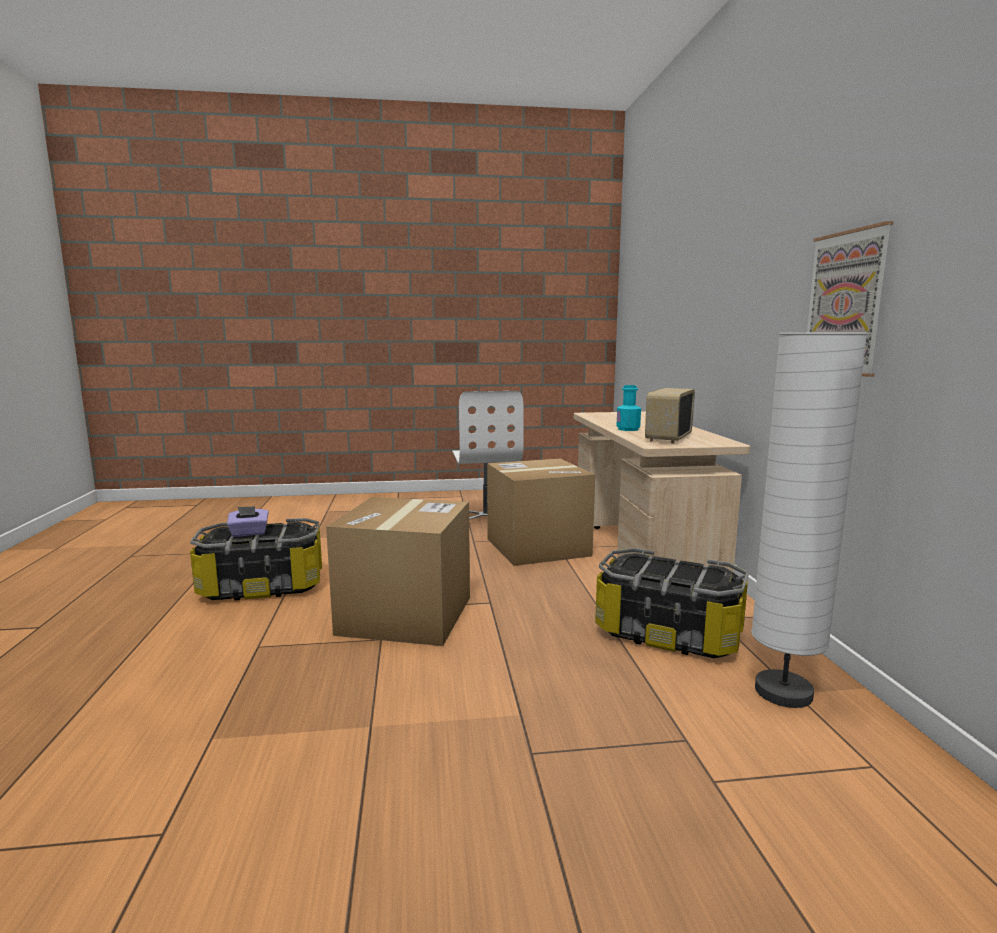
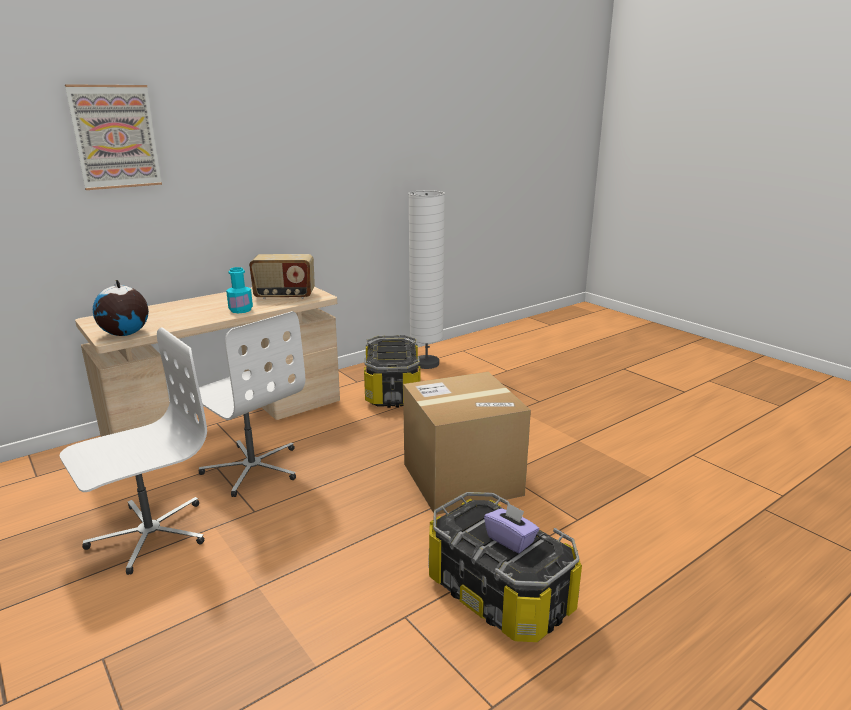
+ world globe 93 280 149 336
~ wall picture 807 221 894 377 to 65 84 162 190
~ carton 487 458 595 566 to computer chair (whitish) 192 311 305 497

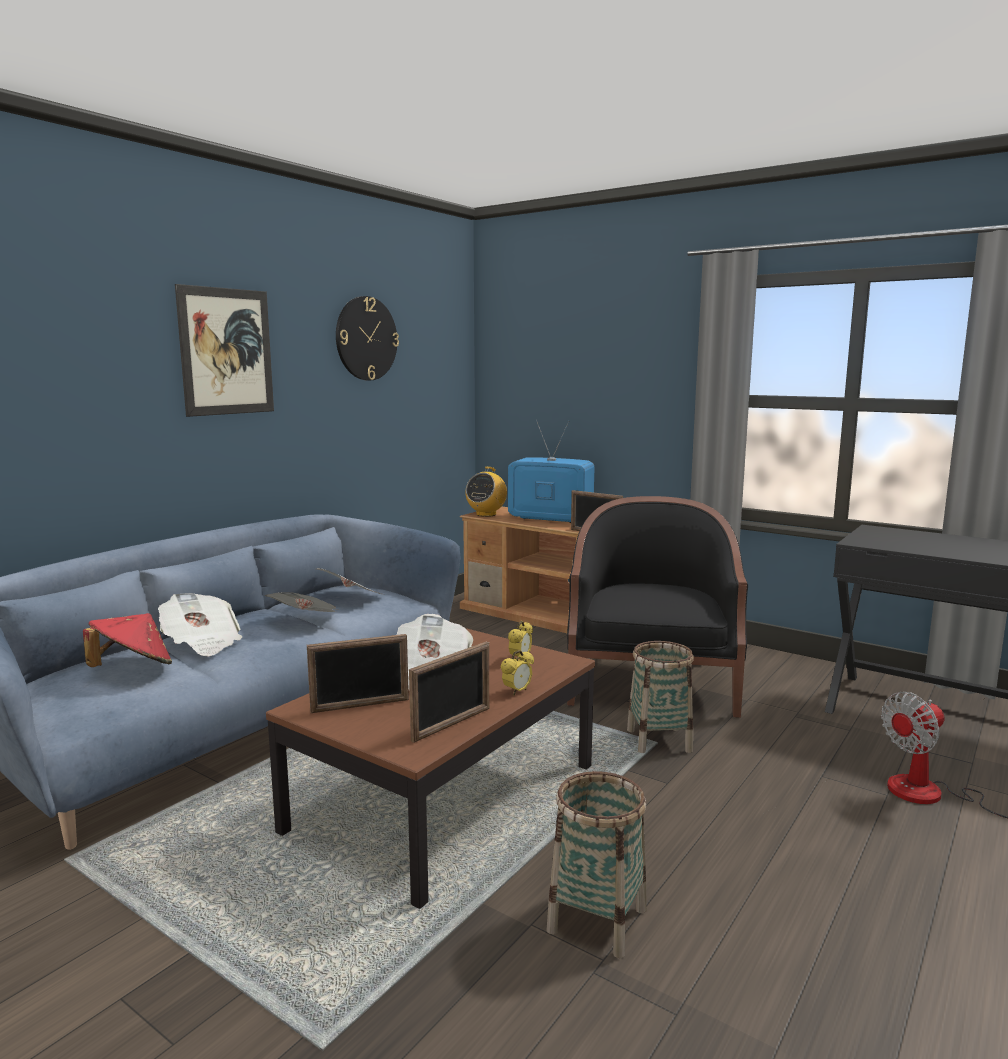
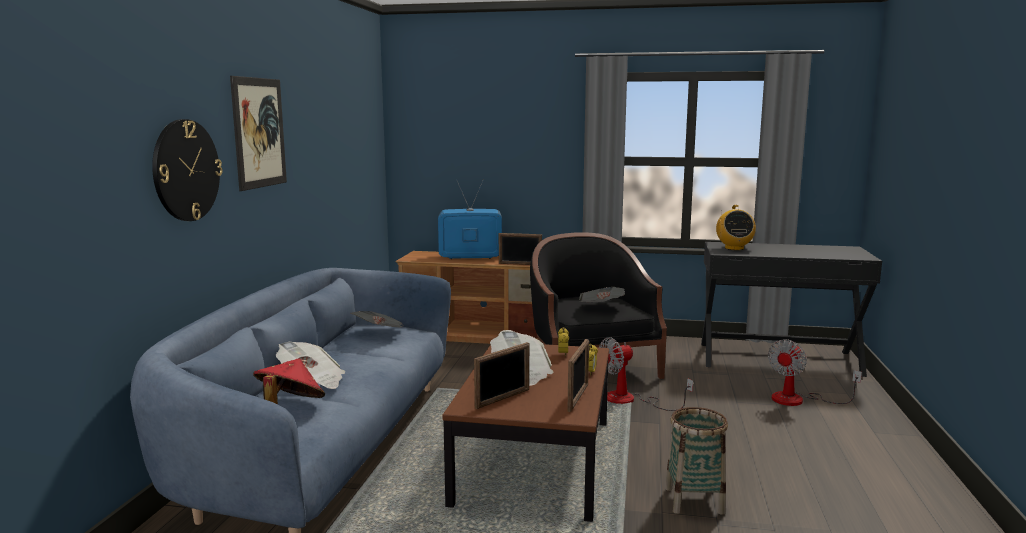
~ printed paper 265 592 338 612 to 579 287 625 302
~ clock on the wall 336 296 399 380 to 152 119 222 221
~ radio set 465 467 507 517 to 716 205 756 250
~ basket 627 641 694 753 to electric fan 599 337 693 411

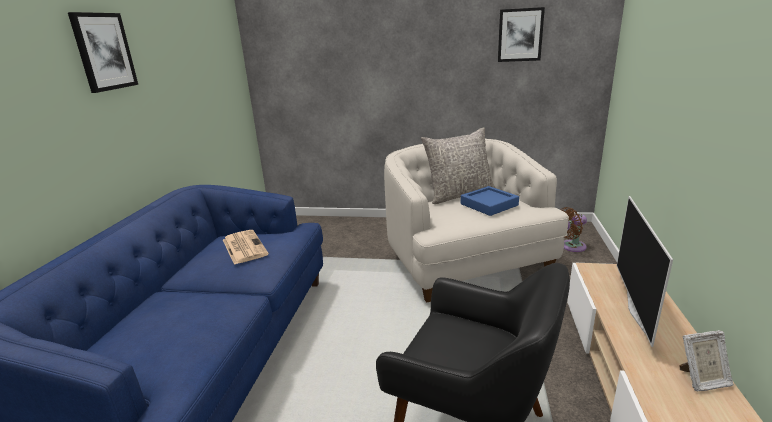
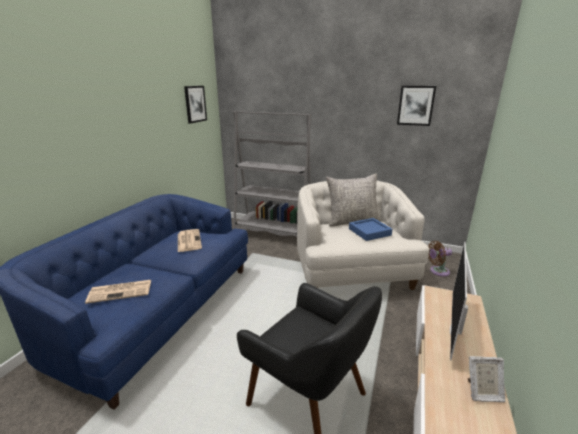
+ printed paper 85 280 151 304
+ bookcase (gray) 233 111 311 237
~ wall picture 68 12 138 93 to 184 86 207 124

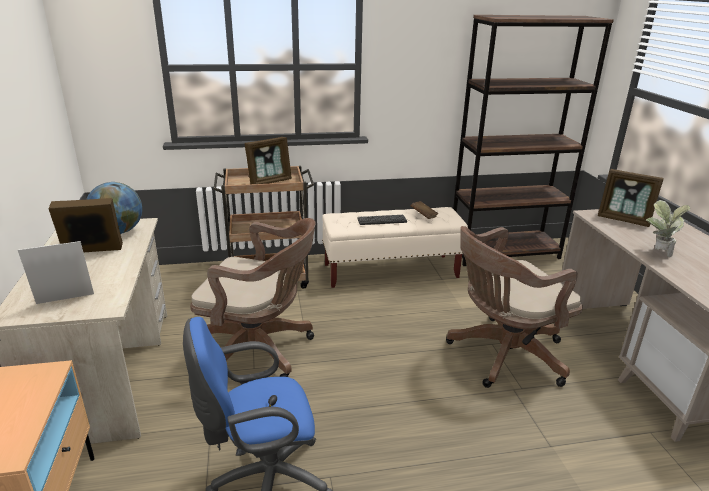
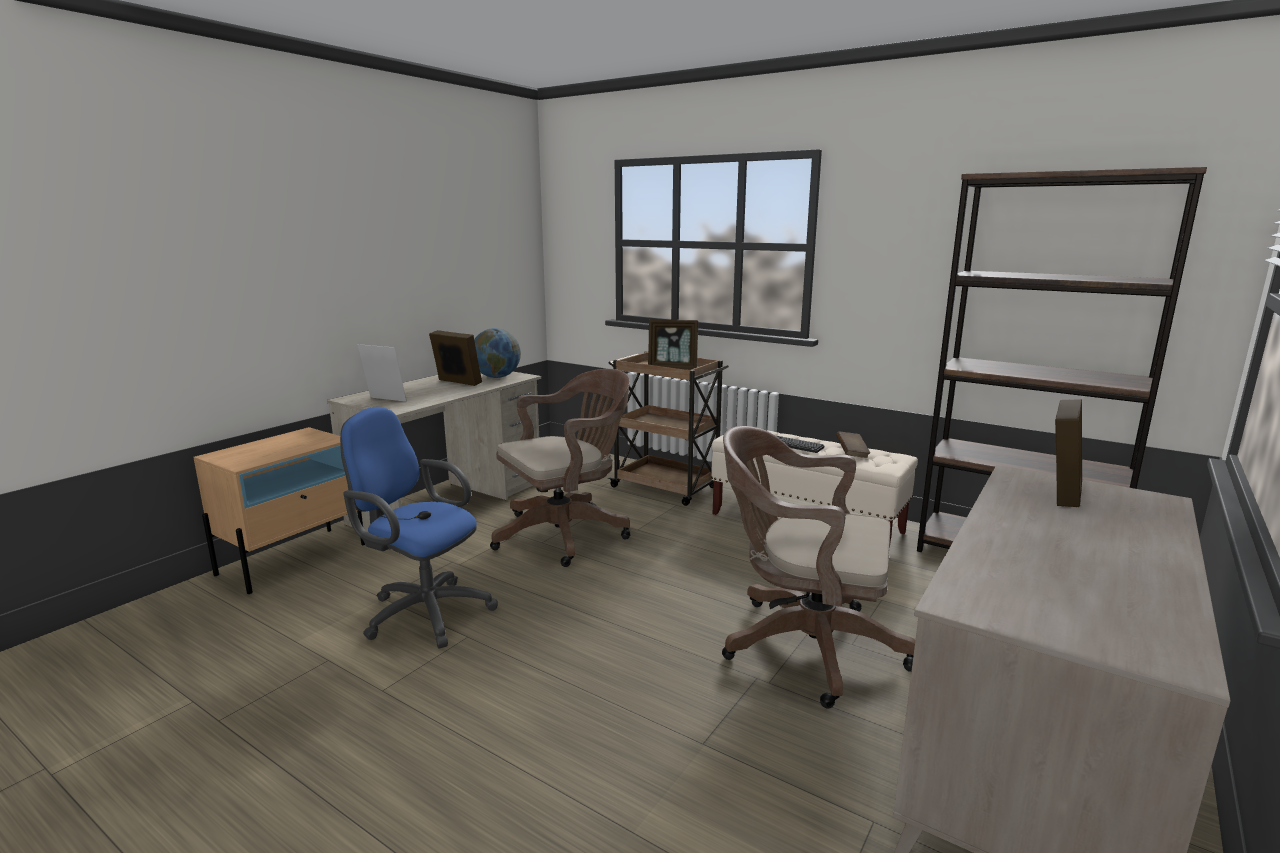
- plant in a pot 646 200 690 257
~ computer chair (brown) 190 218 315 377 = 490 369 630 567 90 degrees counterclockwise
~ standing frame 598 169 664 227 = 1055 399 1082 507 135 degrees counterclockwise

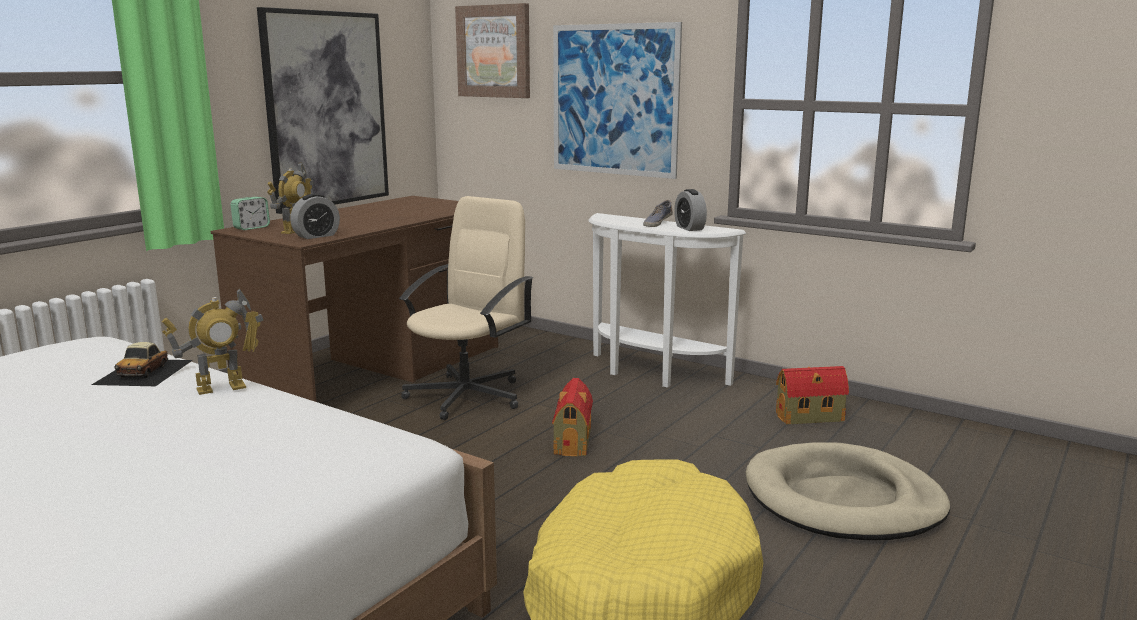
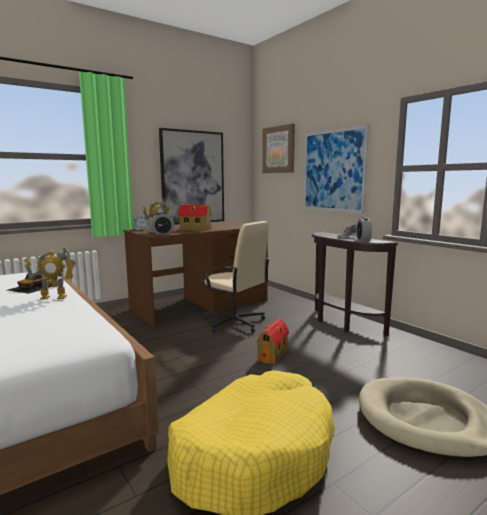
~ model house 776 366 849 424 to 178 205 211 231
~ console table (whitish) 588 213 747 388 to console table (brown) 311 232 398 336
~ computer chair (sand-coloured) 399 196 534 420 = 202 221 270 333 75 degrees clockwise

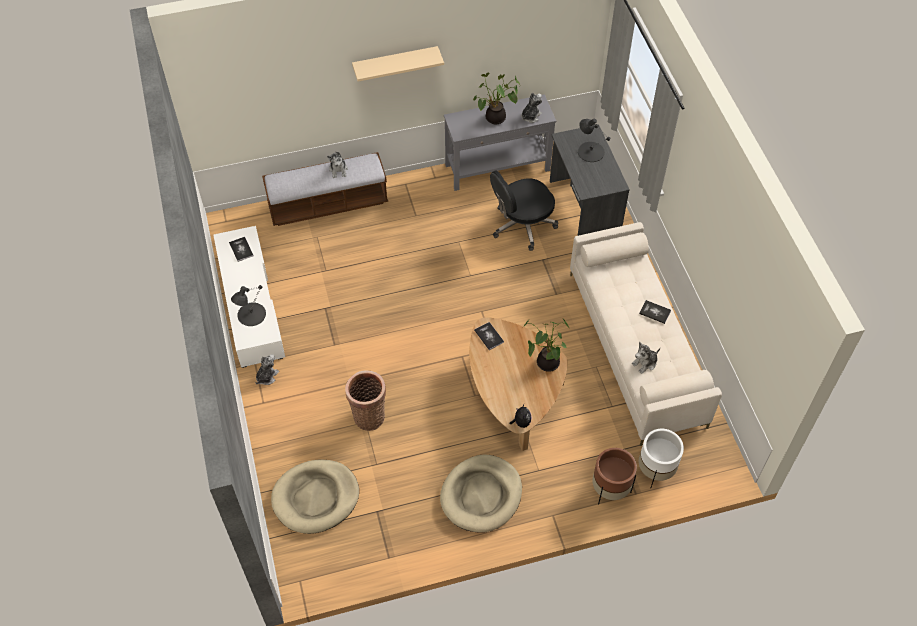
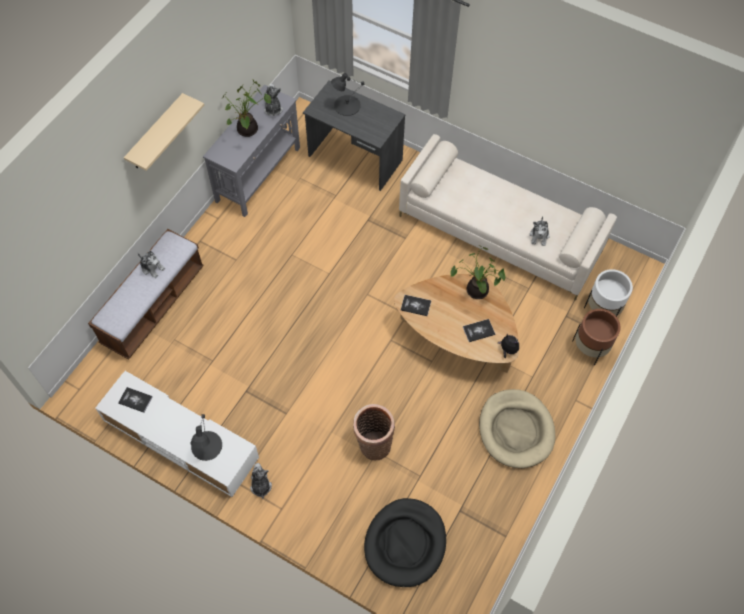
- computer chair (black-coloured) 490 170 558 251
~ volume 639 300 671 324 to 463 319 495 342
~ dog cushion (sand-coloured) 271 460 359 534 to dog cushion (black-coloured) 364 498 446 587

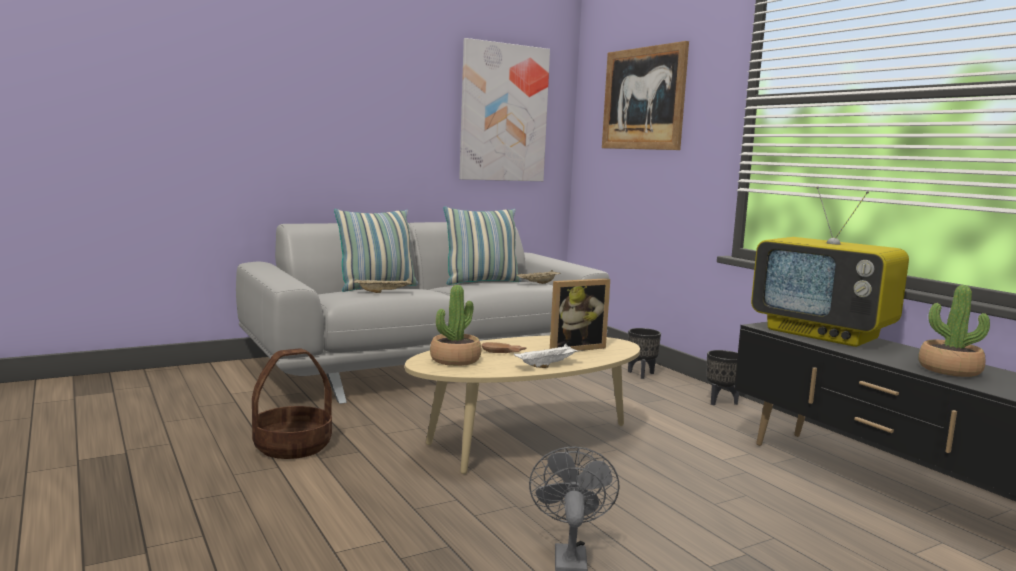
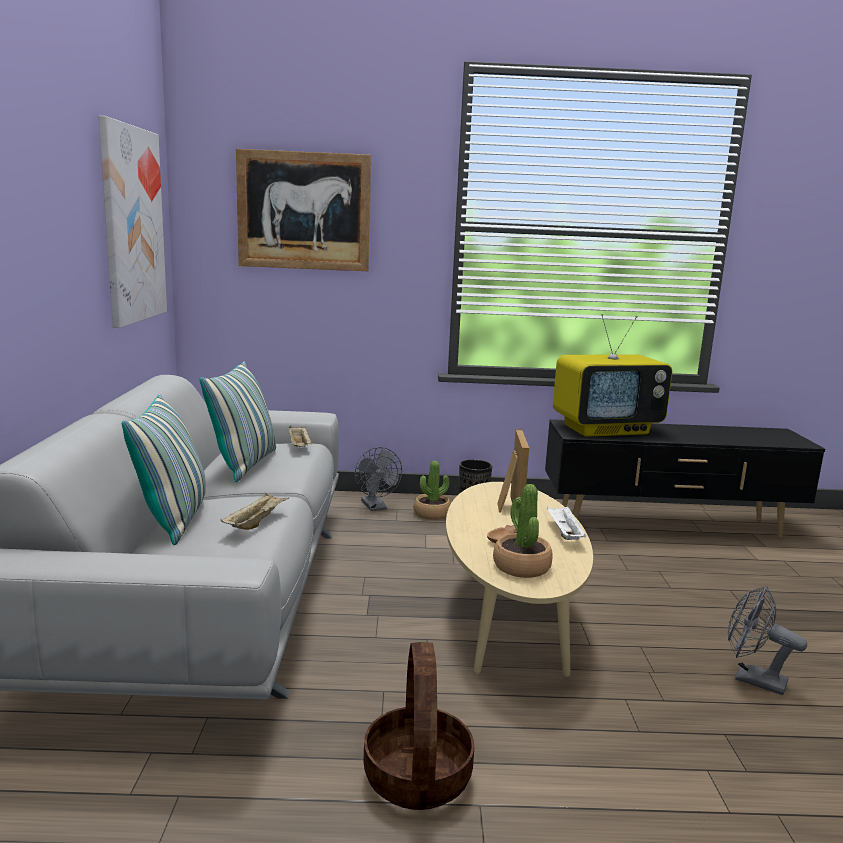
~ plant in a pot 918 285 990 377 to 414 461 451 520
~ planter (black-coloured) 628 328 661 379 to electric fan (gray) 355 447 402 511

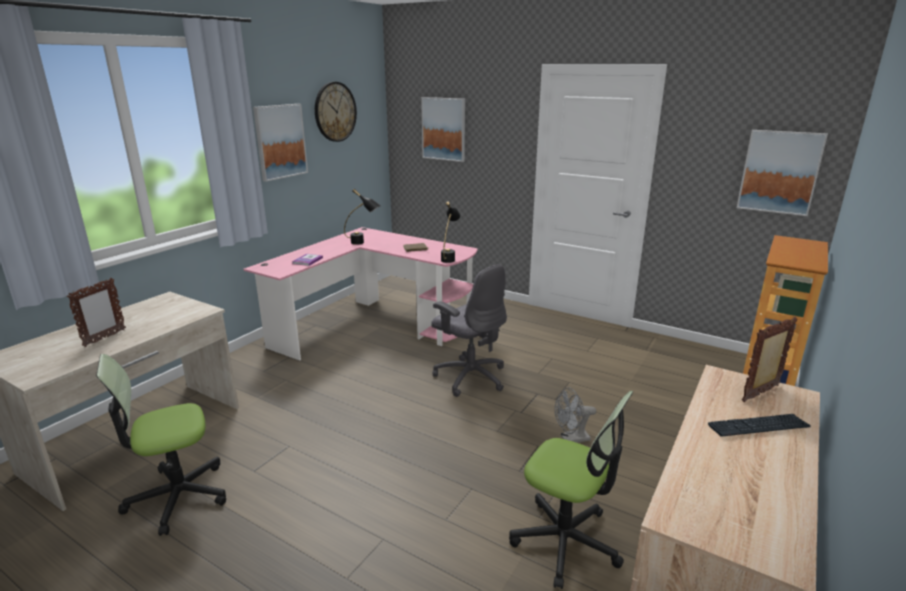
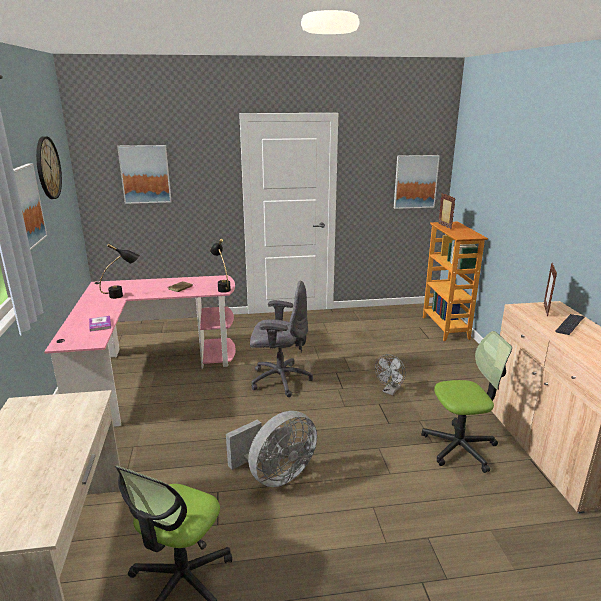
+ electric fan (gray) 226 411 317 487
~ standing frame 67 278 126 347 to 438 193 456 229

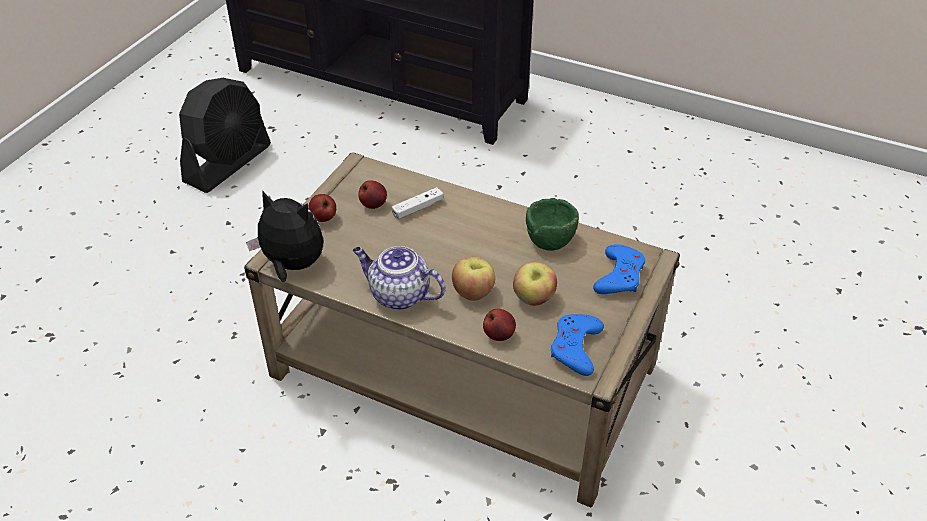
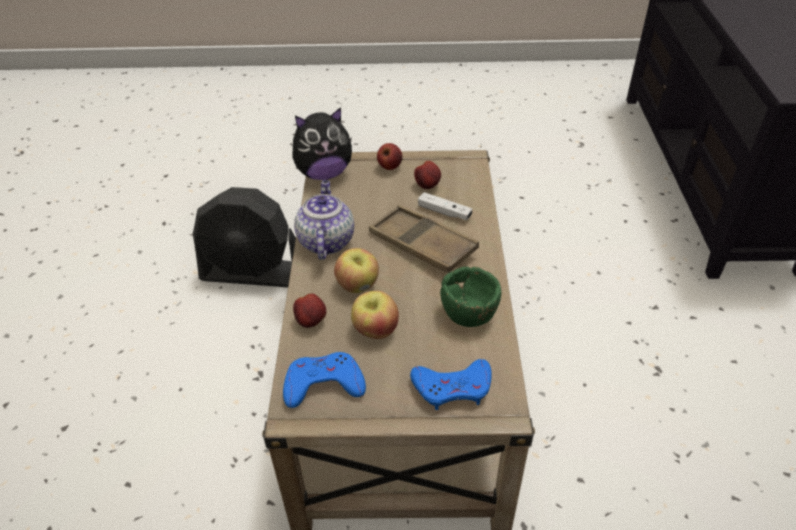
+ tray (brown) 369 205 479 273
~ electric fan (black-coloured) 179 78 271 193 to 193 187 296 287
~ soft toy 246 190 324 282 = 292 107 352 180 75 degrees clockwise

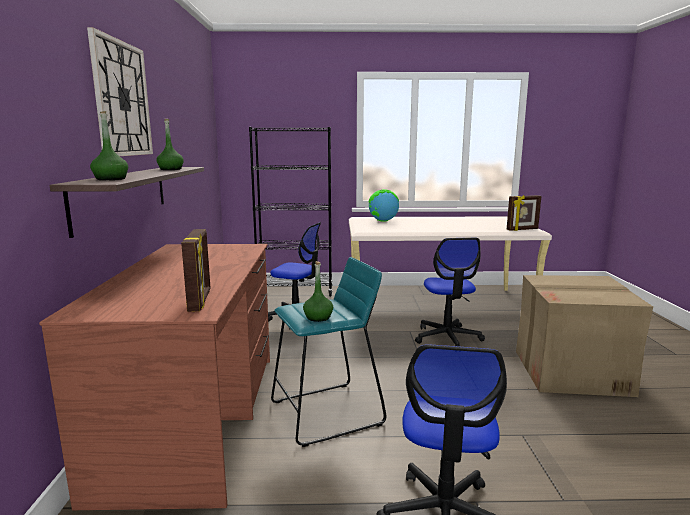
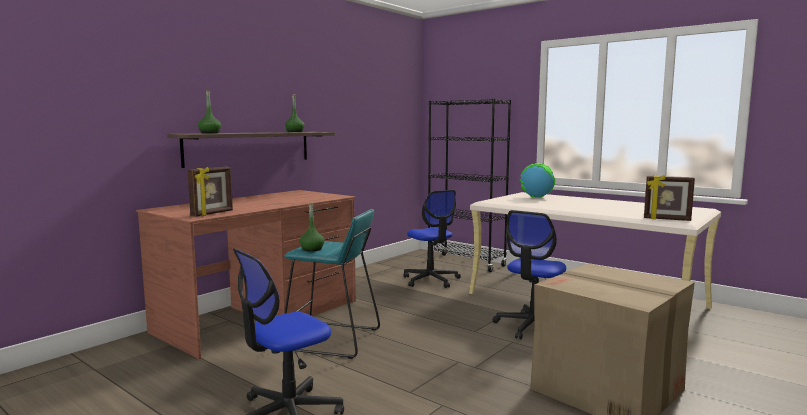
- clock on the wall 87 27 153 156

